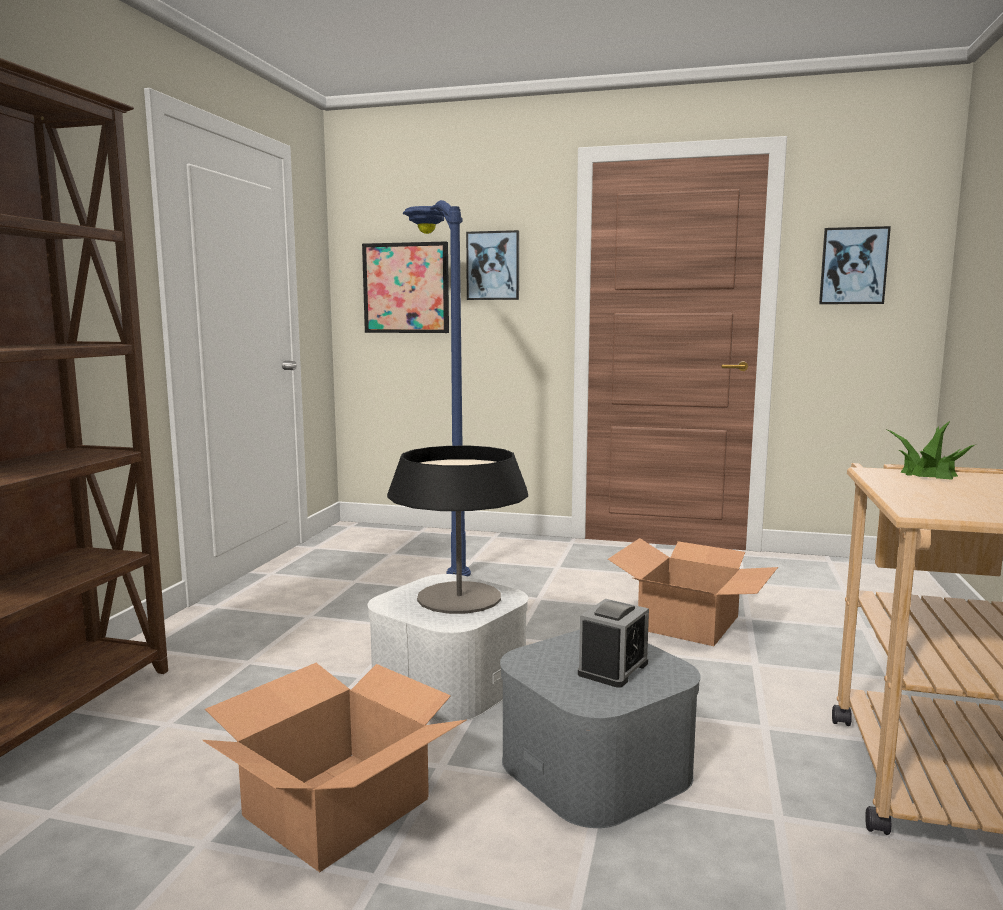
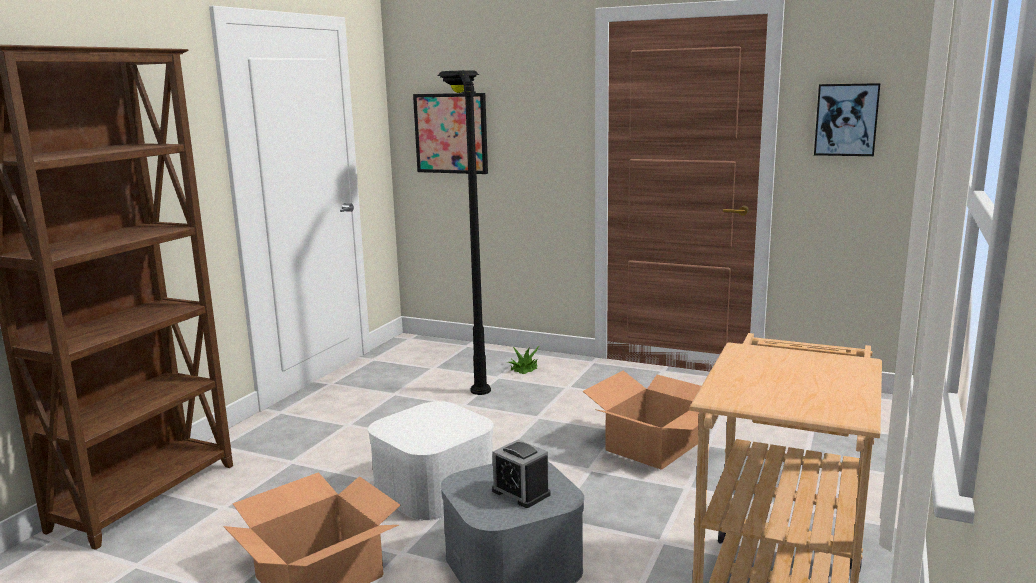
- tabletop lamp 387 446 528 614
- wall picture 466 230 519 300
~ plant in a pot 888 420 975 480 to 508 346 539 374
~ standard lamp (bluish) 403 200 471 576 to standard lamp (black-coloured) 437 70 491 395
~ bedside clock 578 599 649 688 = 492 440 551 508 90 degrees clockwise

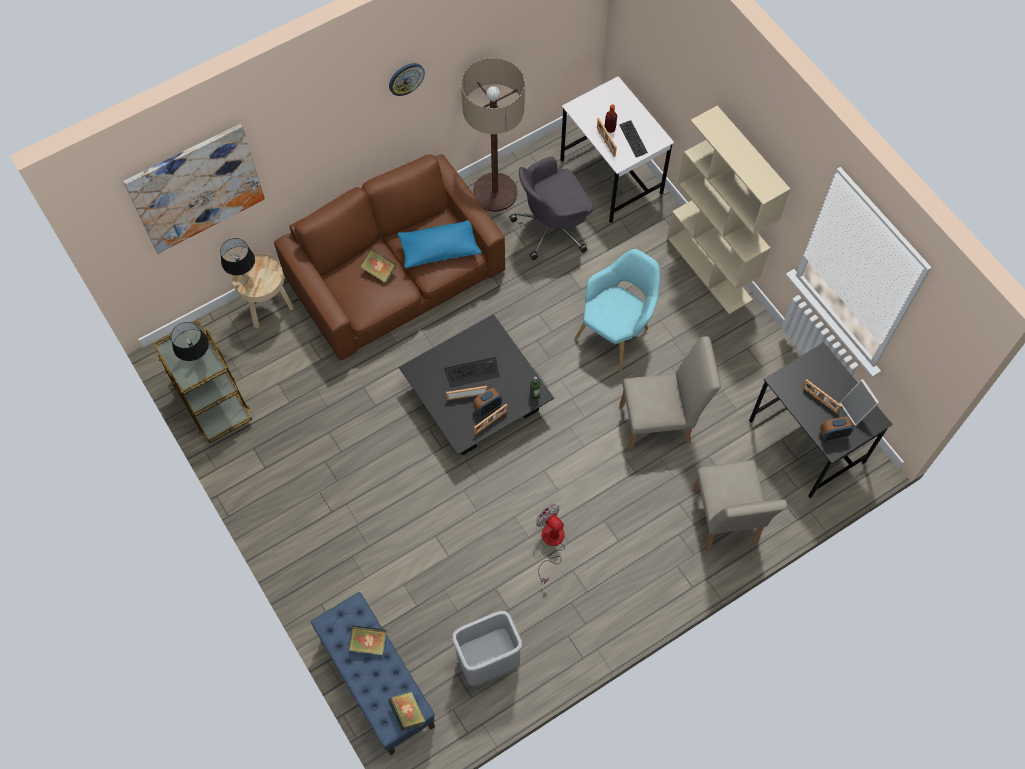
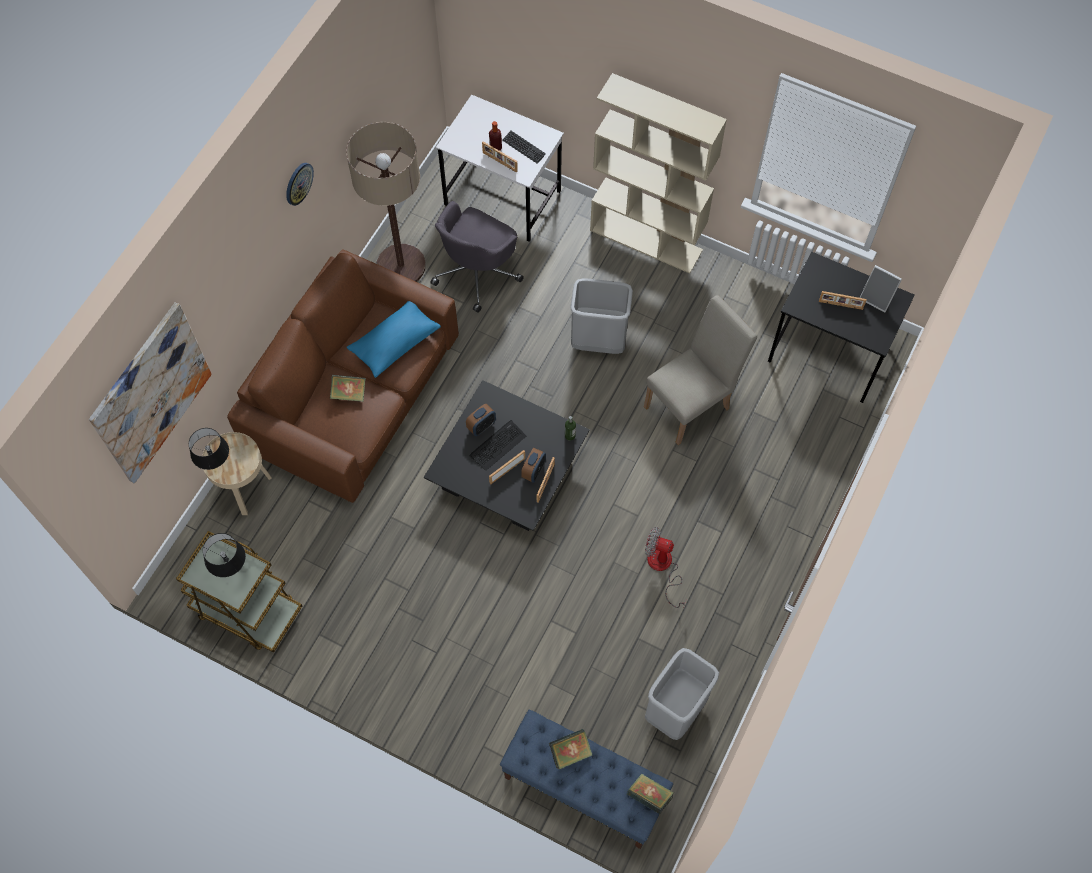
- upright chair (sand-coloured) 693 460 787 550
~ bedside clock 820 416 853 441 to 466 404 496 436
~ armchair (turquoise-coloured) 574 249 660 371 to trash can (gray) 570 279 633 354

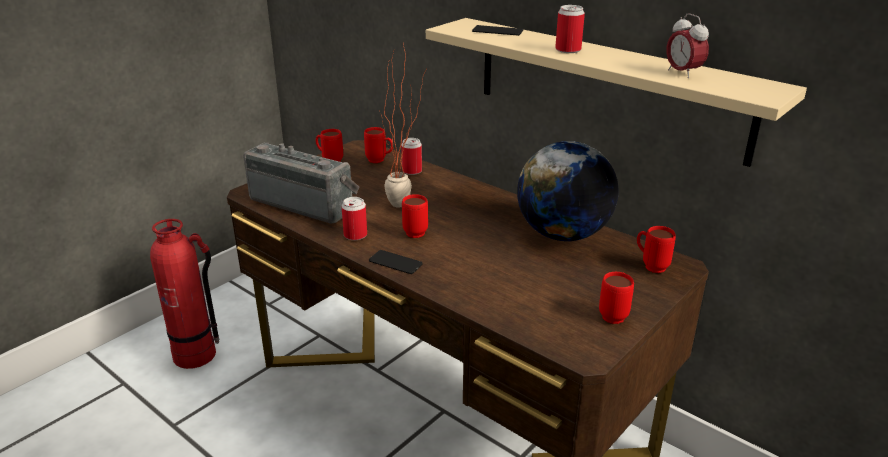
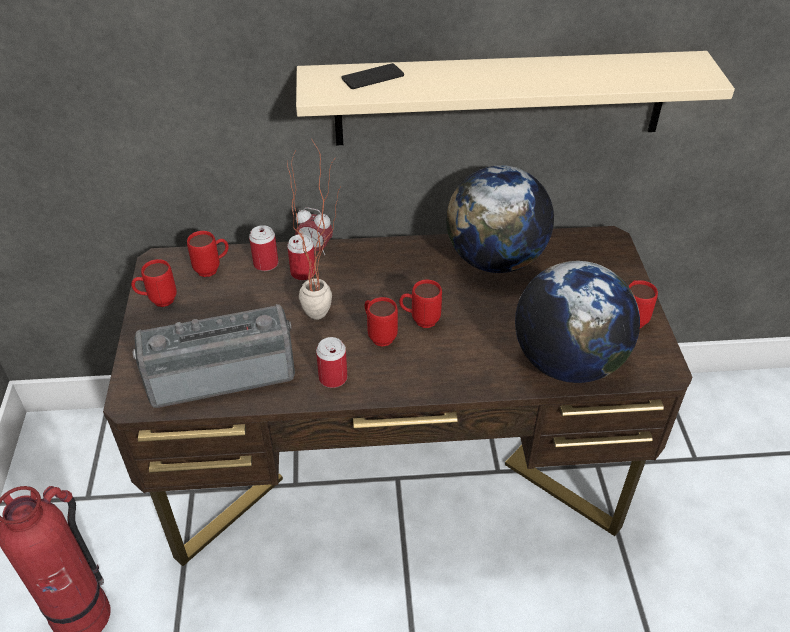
- handset 369 250 423 274
+ world globe 515 261 640 383
~ sealed can 555 5 585 53 to 287 234 315 281
~ mug (reddish) 637 226 676 273 to 399 280 442 328
~ bedside clock 666 13 709 79 to 295 207 333 255

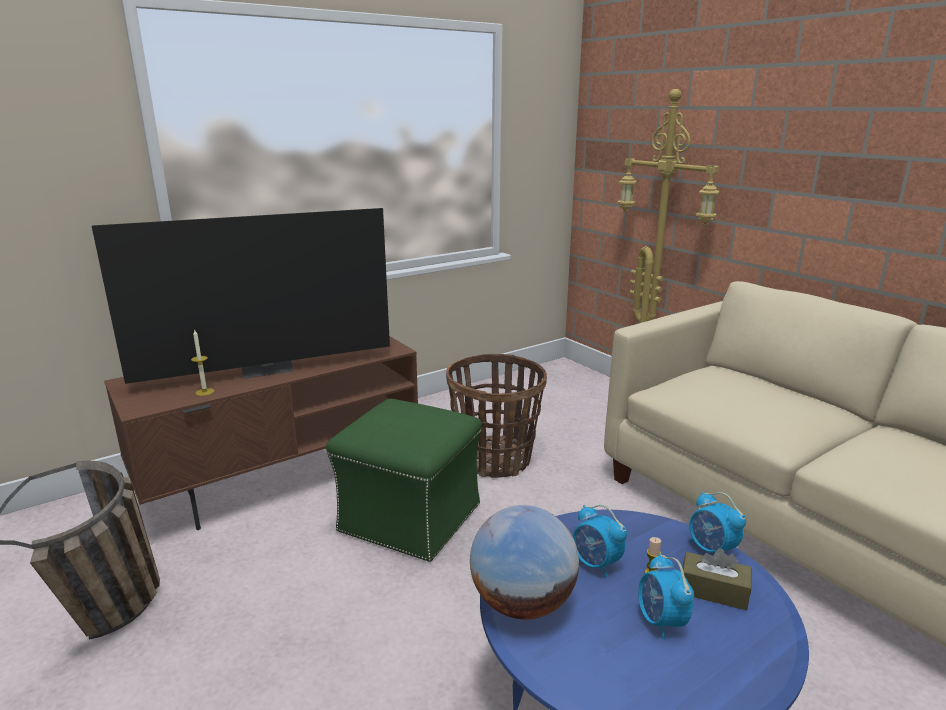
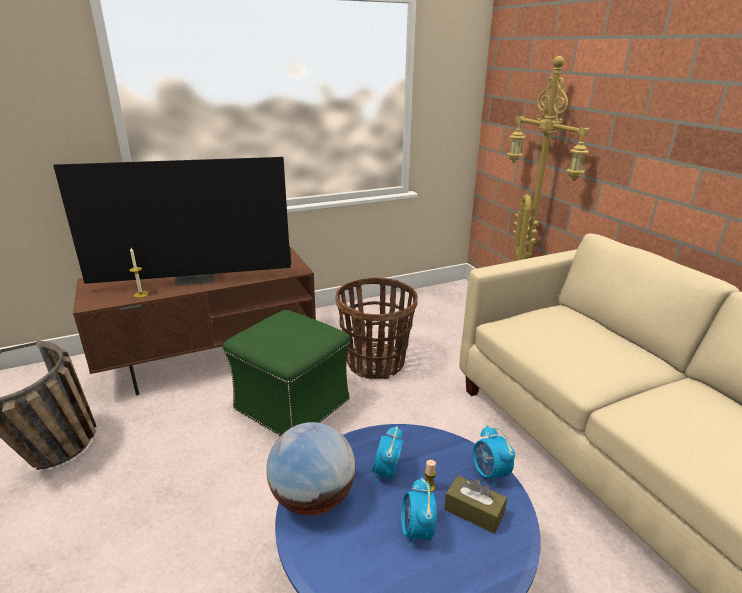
~ bedside clock 573 505 627 578 = 372 426 403 484 45 degrees clockwise

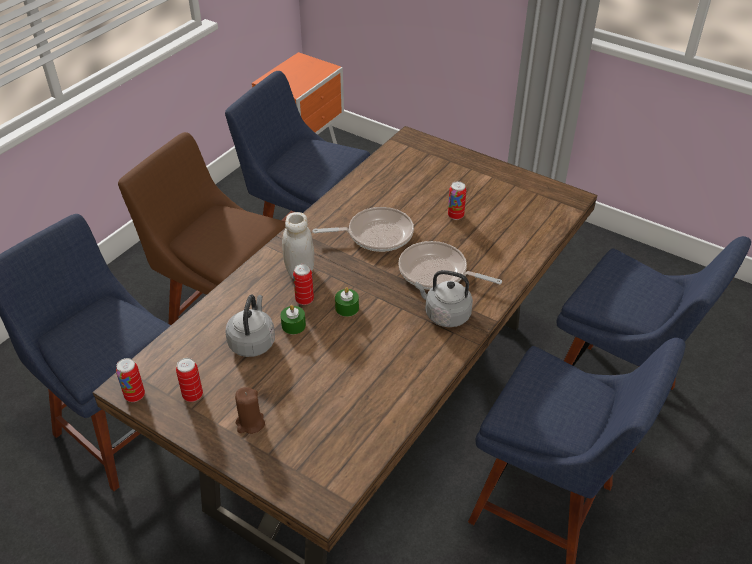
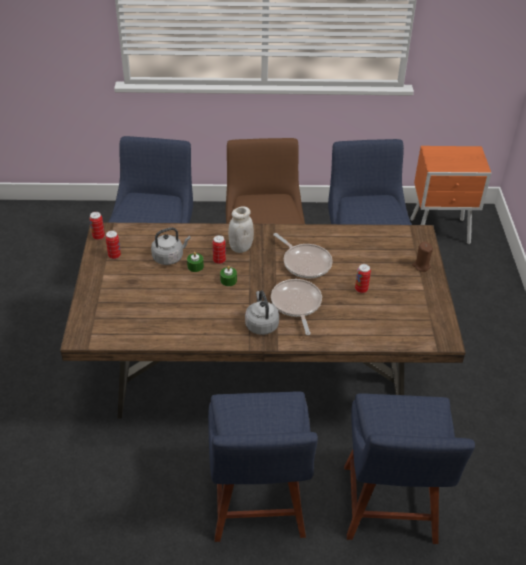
~ candle (brown) 235 387 265 434 to 412 242 433 272

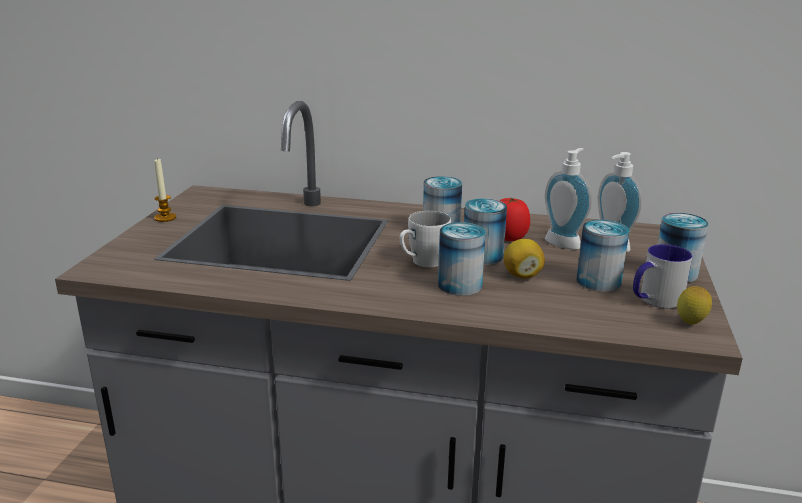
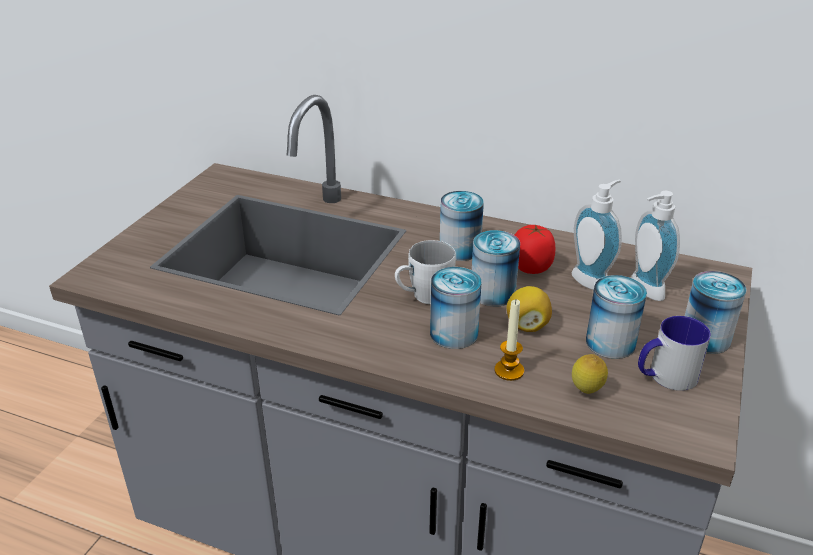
~ candle 154 158 176 222 to 494 299 524 381
~ lemon 677 286 712 325 to 572 354 608 394

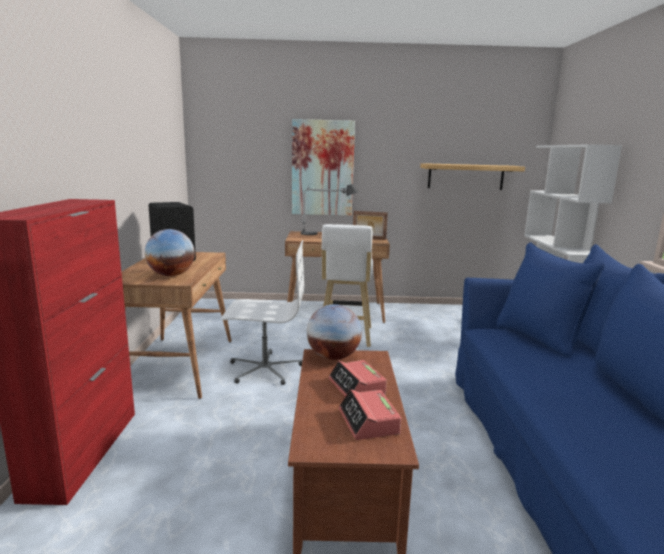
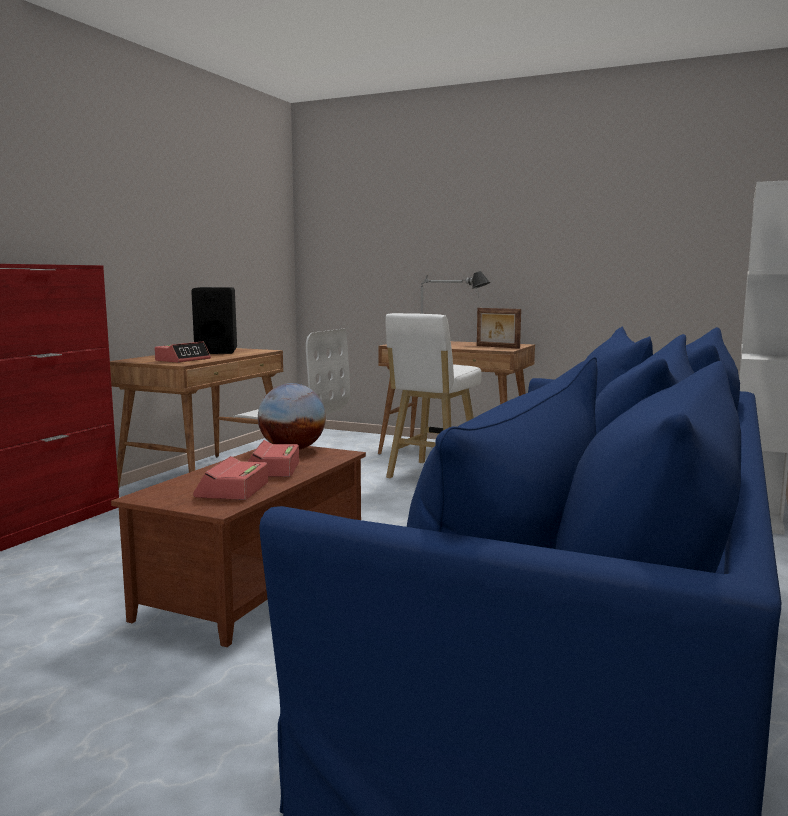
- wall picture 292 119 355 216
- wall shelf 420 163 525 190
~ world globe 145 229 195 276 to bedside clock 154 341 211 363

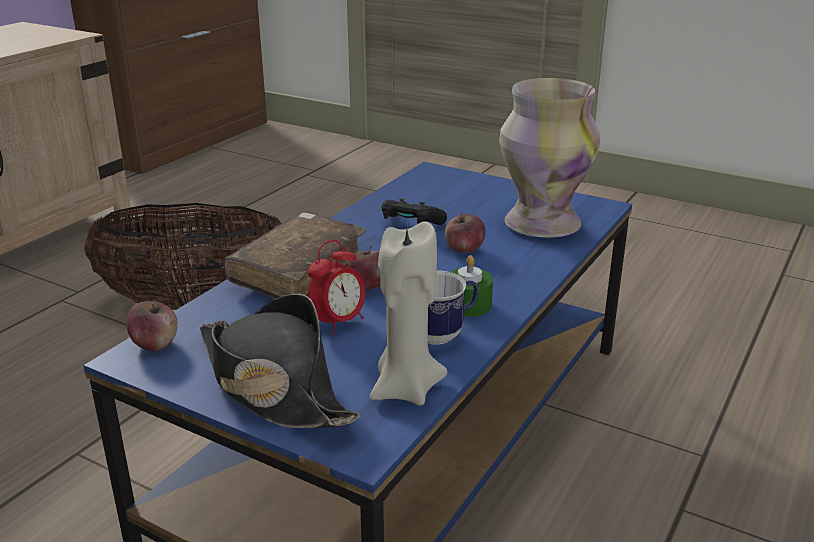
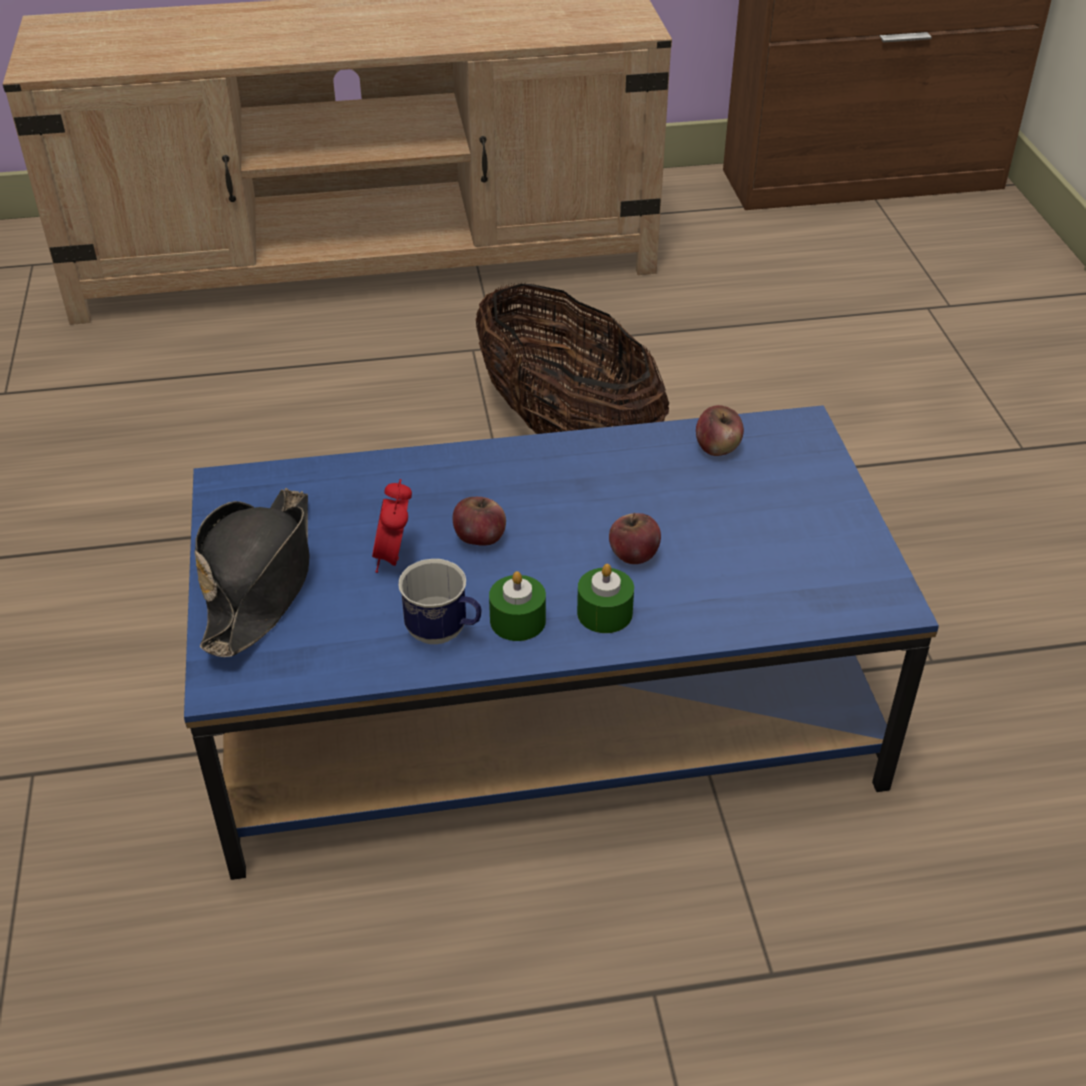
- volume (brown) 223 211 366 299
- candle (sand-coloured) 370 222 447 405
- game controller (black-coloured) 382 198 447 225
- decorative vase 499 78 600 238
+ candle (greenish) 577 564 634 633
~ apple fruit 126 301 178 351 to 696 405 744 456
~ bedside clock 308 240 365 334 = 372 479 412 573 90 degrees clockwise

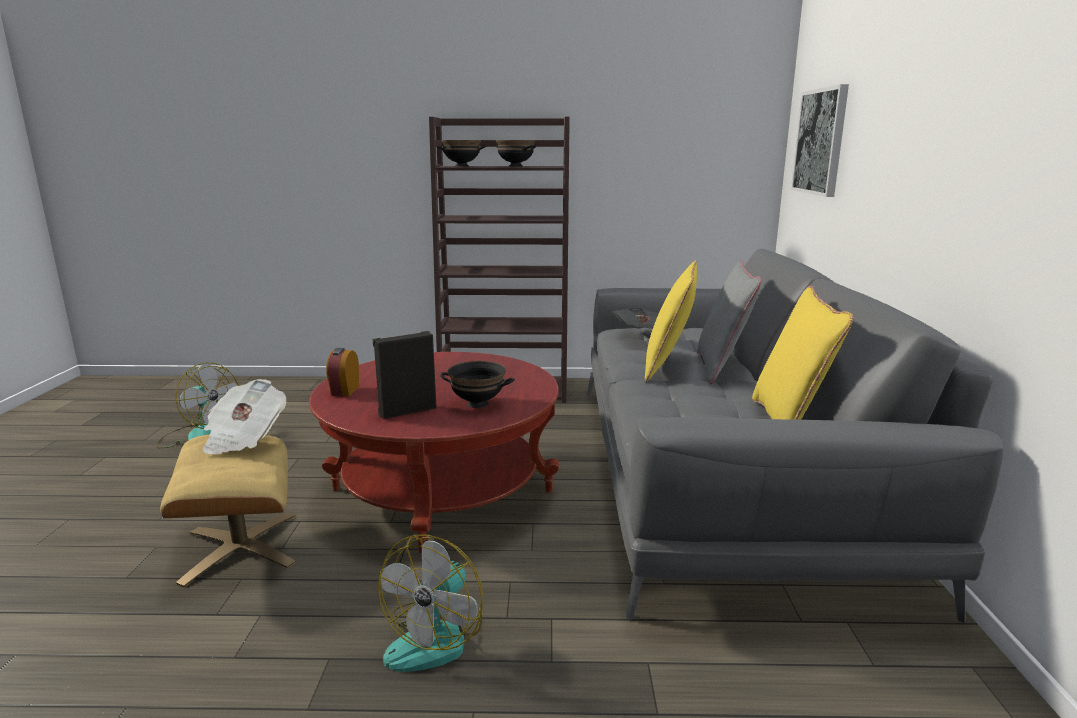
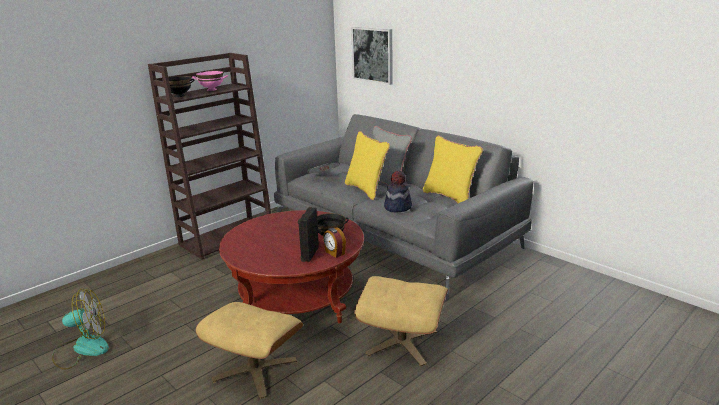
- printed paper 203 379 287 454
+ hat 384 171 412 212
~ bedside clock 326 348 359 396 to 323 227 346 258
~ electric fan 378 535 483 672 to footrest (sand-coloured) 354 276 448 366
~ bowl (black-coloured) 495 140 536 167 to bowl (pink) 192 70 228 91

